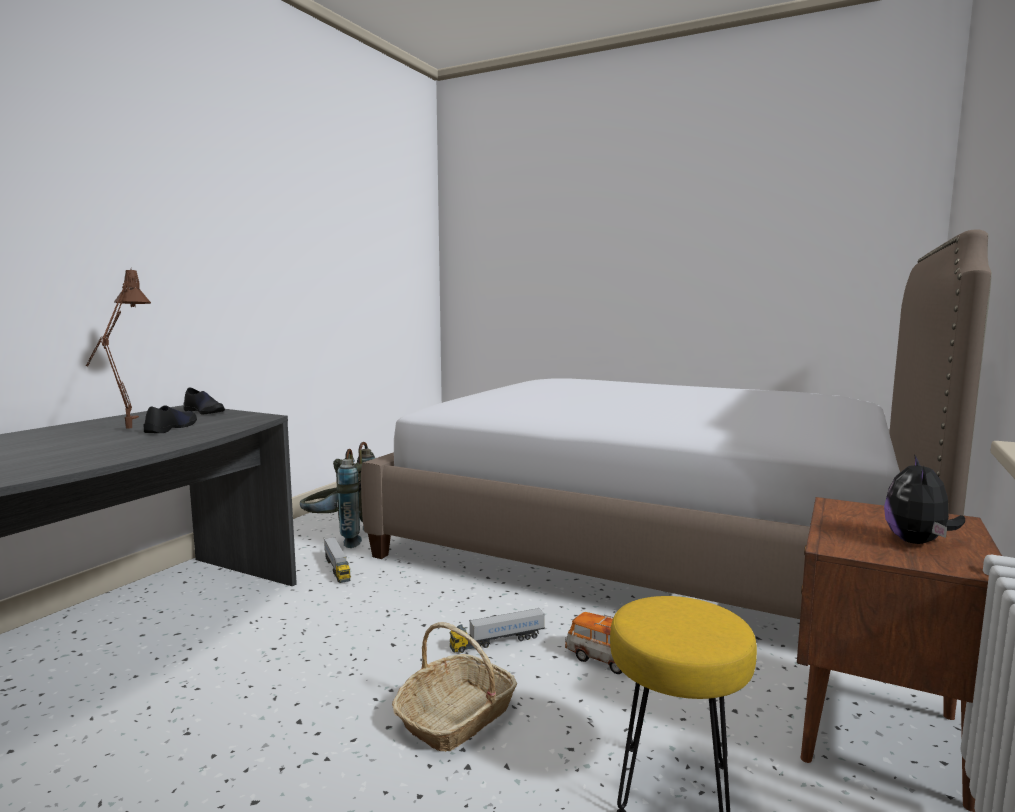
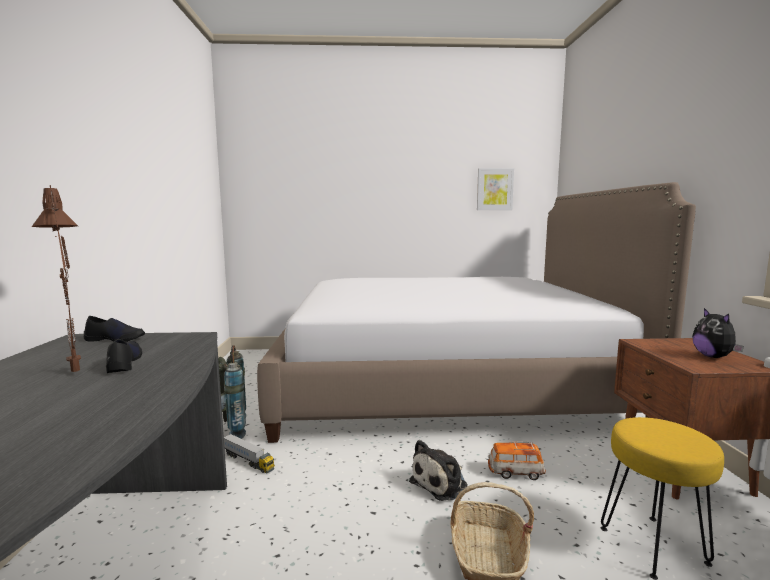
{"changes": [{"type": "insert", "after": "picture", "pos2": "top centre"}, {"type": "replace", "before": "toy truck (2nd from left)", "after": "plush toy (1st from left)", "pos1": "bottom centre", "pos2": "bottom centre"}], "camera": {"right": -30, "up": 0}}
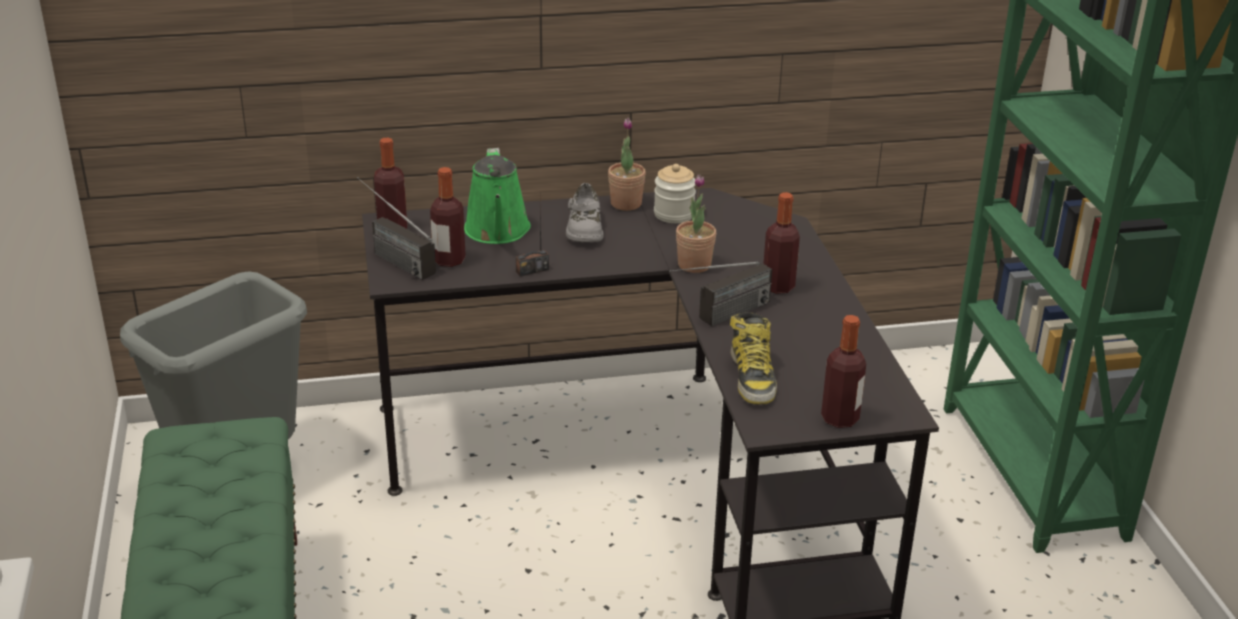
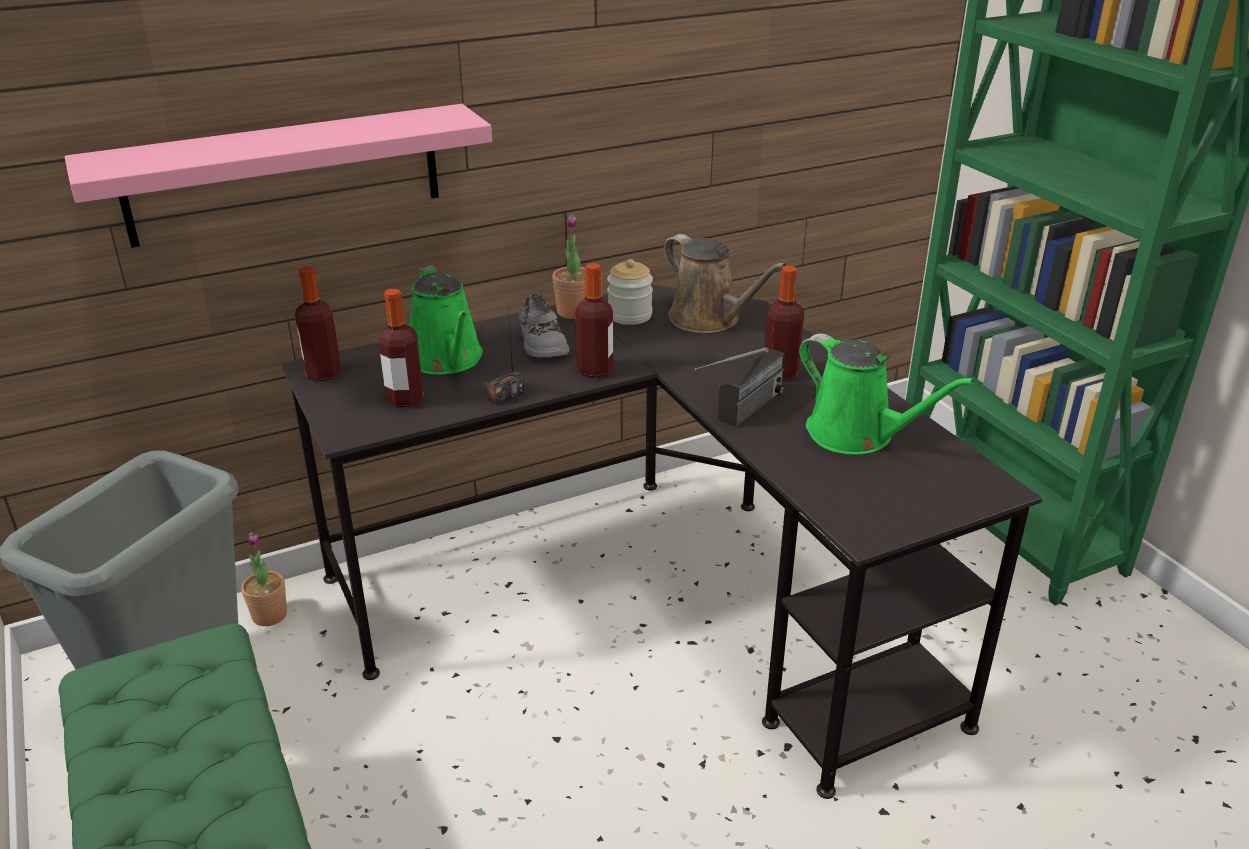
{"changes": [{"type": "delete", "before": "radio (1st from left)", "pos1": "middle left"}, {"type": "delete", "before": "boot", "pos1": "centre"}, {"type": "insert", "after": "pink shelf", "pos2": "top left"}, {"type": "insert", "after": "brown watering can", "pos2": "centre"}, {"type": "insert", "after": "green watering can (2nd from left)", "pos2": "middle right"}, {"type": "move", "before": "potted plant (2nd from left in the first image)", "after": "potted plant (1st from left)", "pos1": "centre", "pos2": "bottom left"}, {"type": "move", "before": "bottle (4th from left in the first image)", "after": "bottle (3rd from left)", "pos1": "middle right", "pos2": "centre"}], "camera": {"right": -15, "up": 0}}
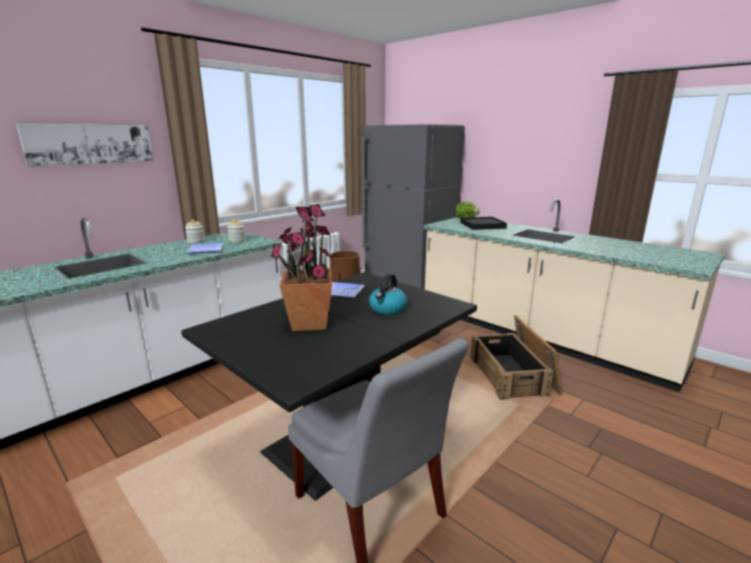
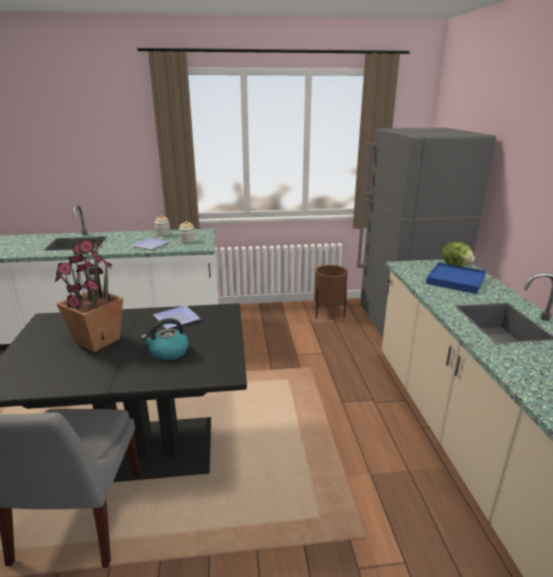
{"changes": [{"type": "delete", "before": "picture", "pos1": "top left"}, {"type": "delete", "before": "crate", "pos1": "middle right"}, {"type": "recolor", "before": "black tray", "after": "blue tray", "pos1": "centre", "pos2": "middle right"}], "camera": {"right": 40, "up": 5}}
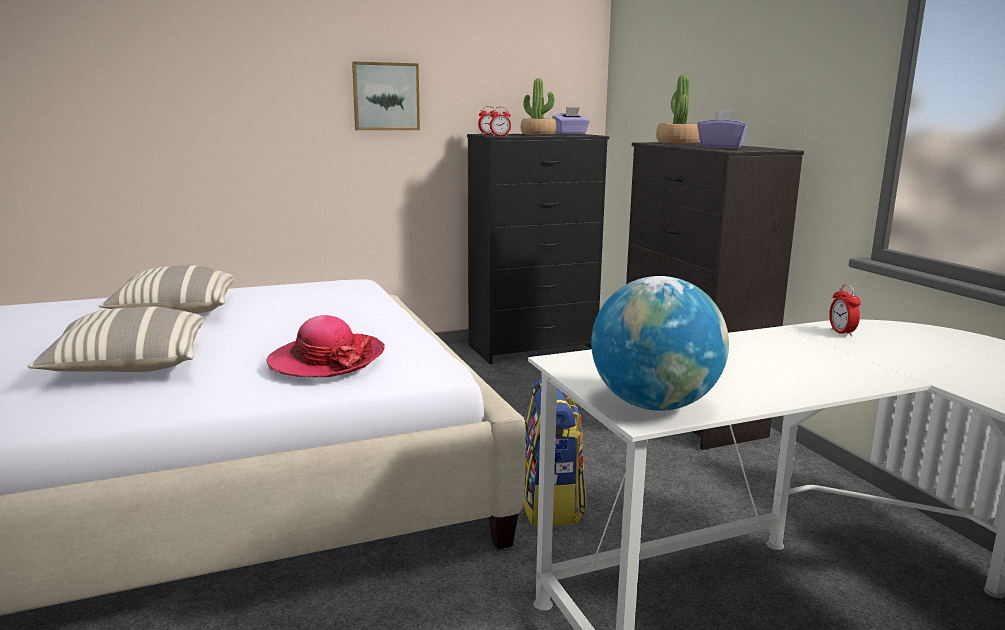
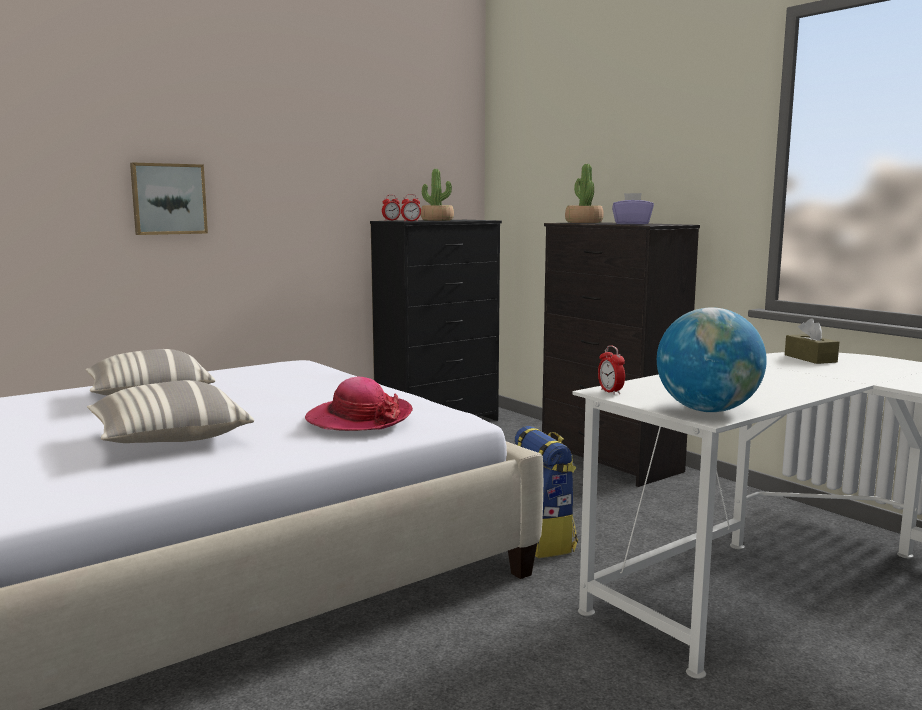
{"changes": [{"type": "delete", "before": "purple tissue box (1st from left)", "pos1": "top centre"}, {"type": "insert", "after": "brown tissue box", "pos2": "middle right"}, {"type": "move", "before": "picture", "pos1": "top centre", "pos2": "top left"}, {"type": "move", "before": "alarm clock (3rd from left)", "pos1": "middle right", "pos2": "centre"}], "camera": {"right": -15, "up": -5}}
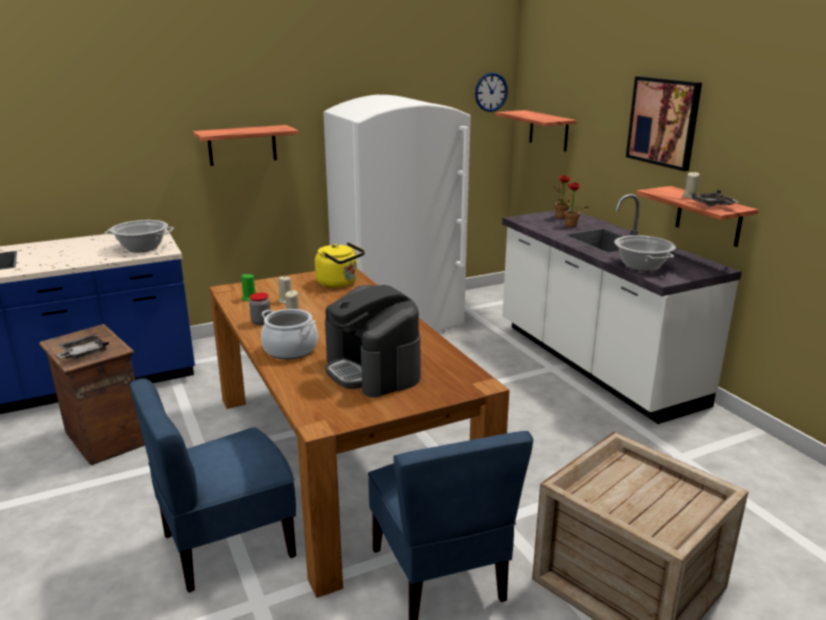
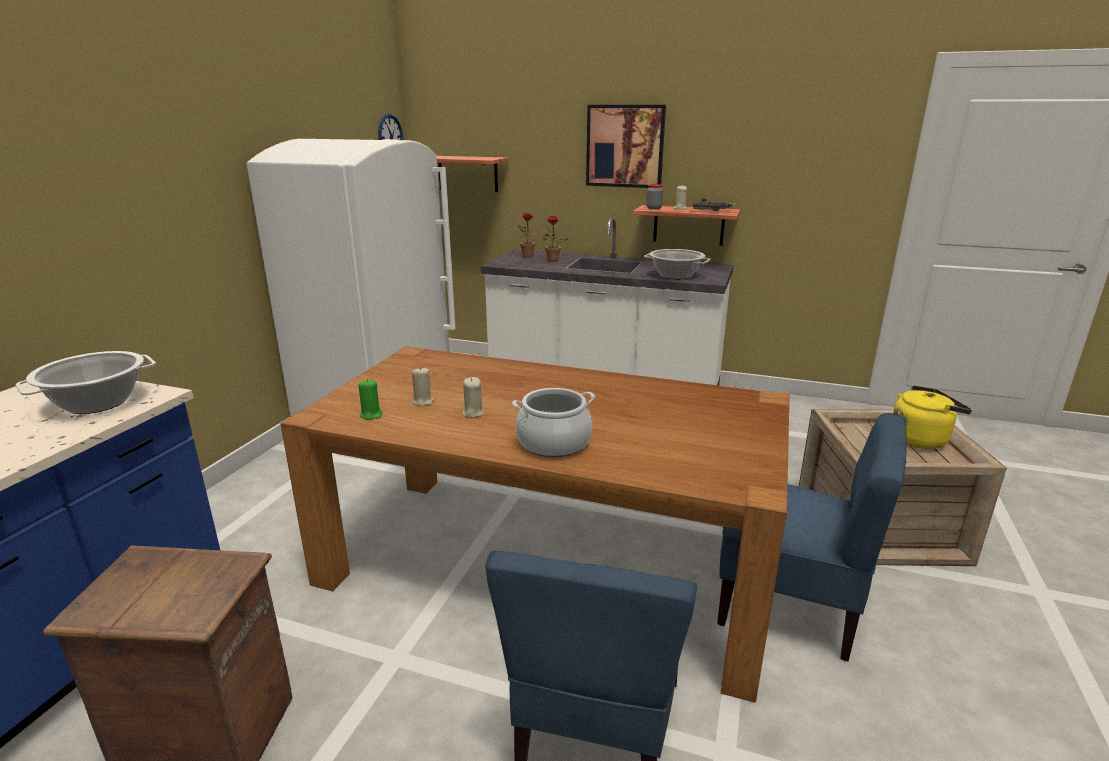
{"changes": [{"type": "delete", "before": "grey tray (1st from left)", "pos1": "middle left"}, {"type": "delete", "before": "shelf (1st from left)", "pos1": "top left"}, {"type": "delete", "before": "coffee machine", "pos1": "centre"}, {"type": "move", "before": "jar", "pos1": "middle left", "pos2": "top centre"}, {"type": "move", "before": "yellow kettle", "pos1": "centre", "pos2": "middle right"}], "camera": {"right": -45, "up": 0}}
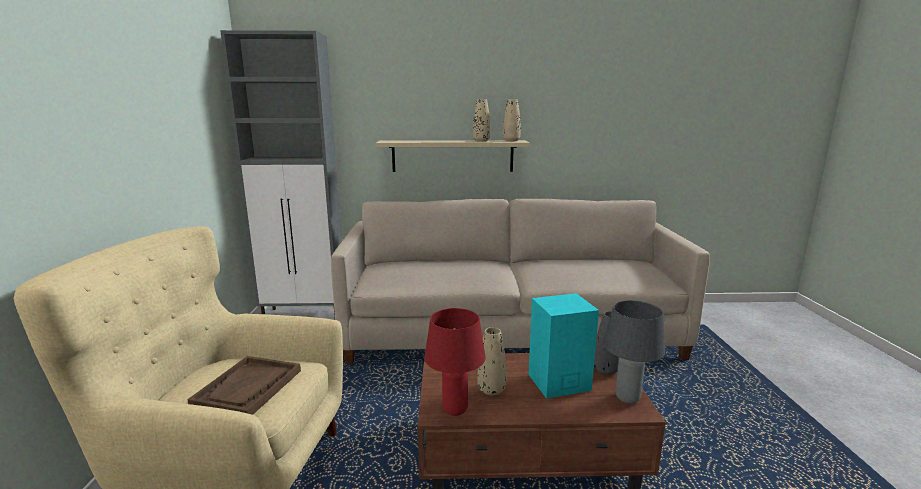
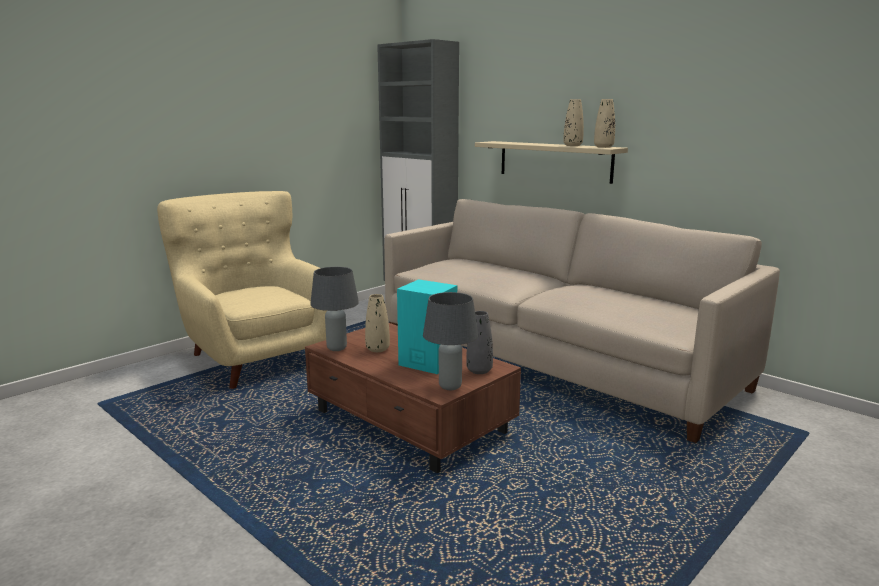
{"changes": [{"type": "delete", "before": "brown tray", "pos1": "bottom left"}, {"type": "recolor", "before": "red table lamp", "after": "grey table lamp (1st from left)", "pos1": "bottom centre", "pos2": "centre"}], "camera": {"right": 45, "up": 0}}
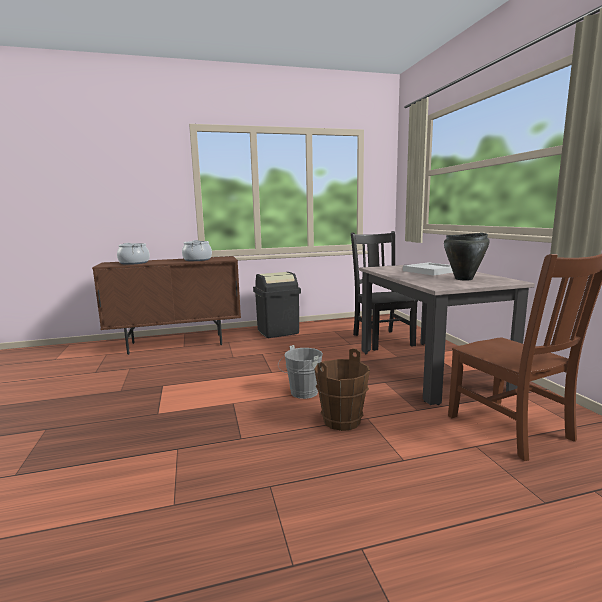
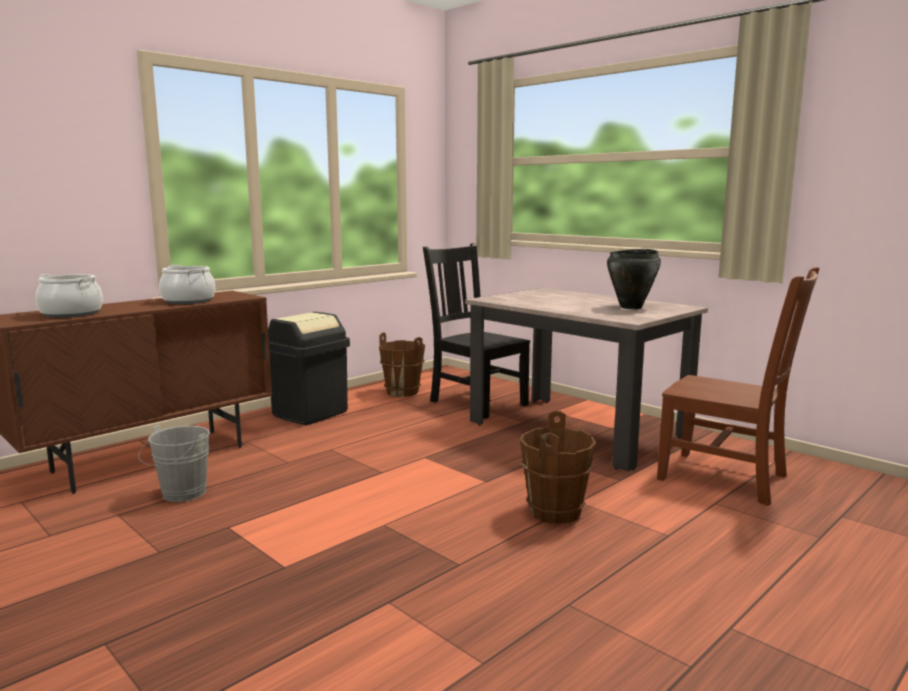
{"changes": [{"type": "delete", "before": "white tray", "pos1": "middle right"}, {"type": "insert", "after": "brown bucket (1st from left)", "pos2": "centre"}, {"type": "move", "before": "grey bucket", "pos1": "centre", "pos2": "bottom left"}], "camera": {"right": -30, "up": 0}}
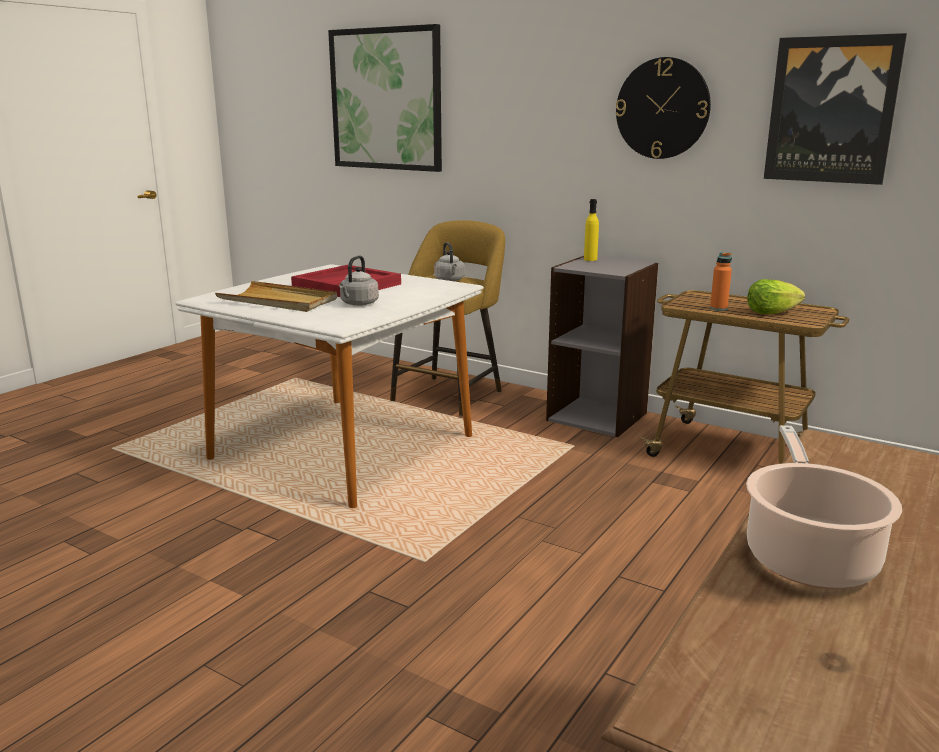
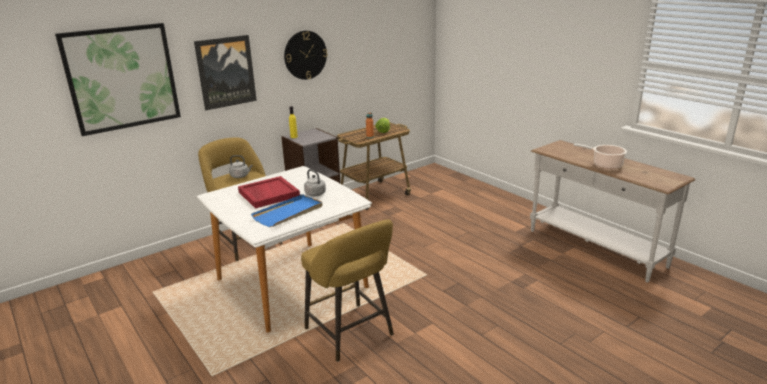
{"changes": [{"type": "insert", "after": "yellow stool (2nd from left)", "pos2": "bottom centre"}, {"type": "move", "before": "picture (2nd from left)", "pos1": "top right", "pos2": "top left"}, {"type": "recolor", "before": "beige tray", "after": "blue tray", "pos1": "middle left", "pos2": "centre"}], "camera": {"right": -70, "up": 5}}
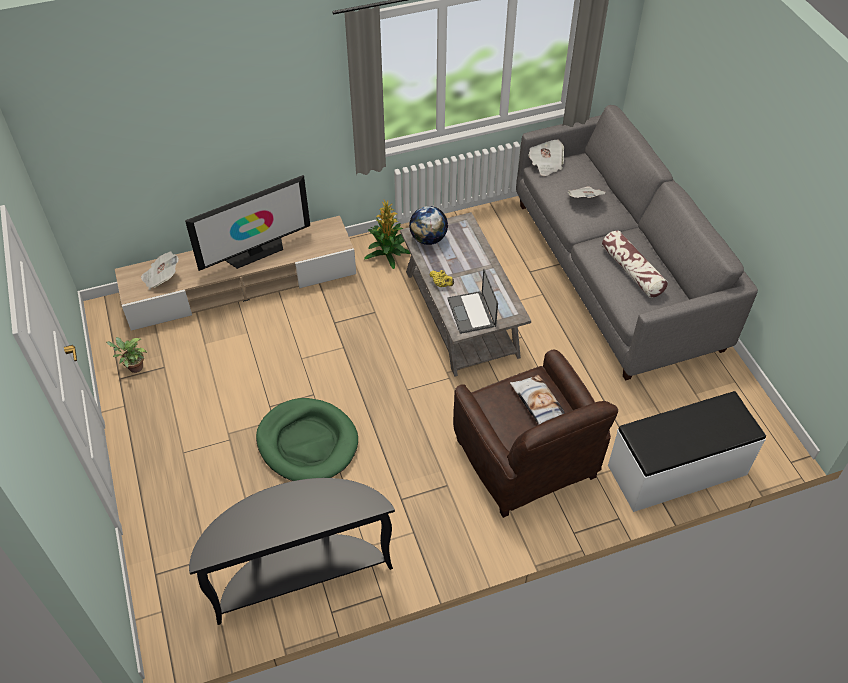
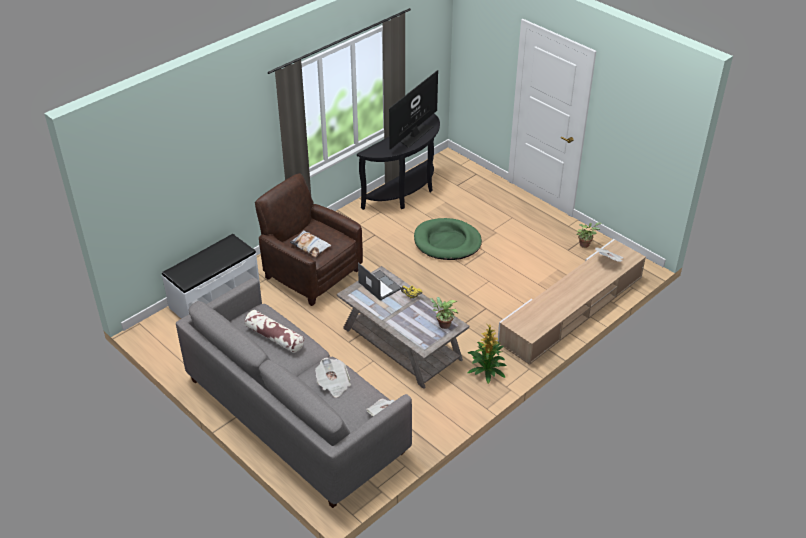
{"changes": [{"type": "move", "before": "television", "pos1": "top left", "pos2": "top centre"}, {"type": "replace", "before": "globe", "after": "potted plant (1st from left)", "pos1": "top centre", "pos2": "centre"}], "camera": {"right": 155, "up": -10}}
